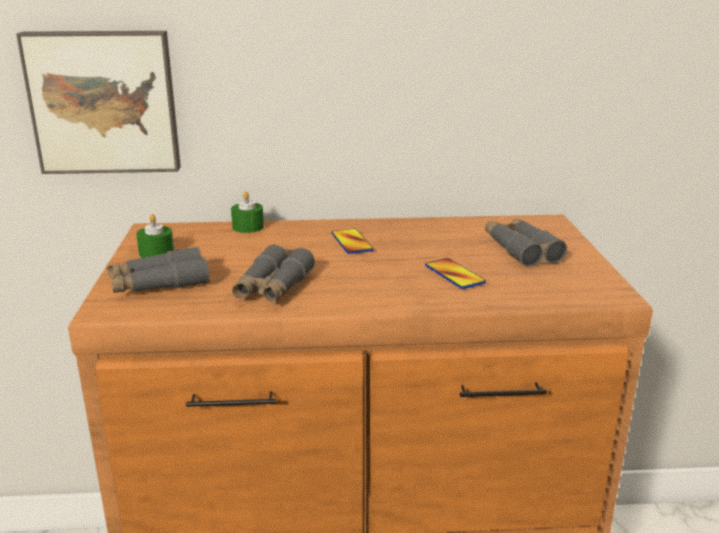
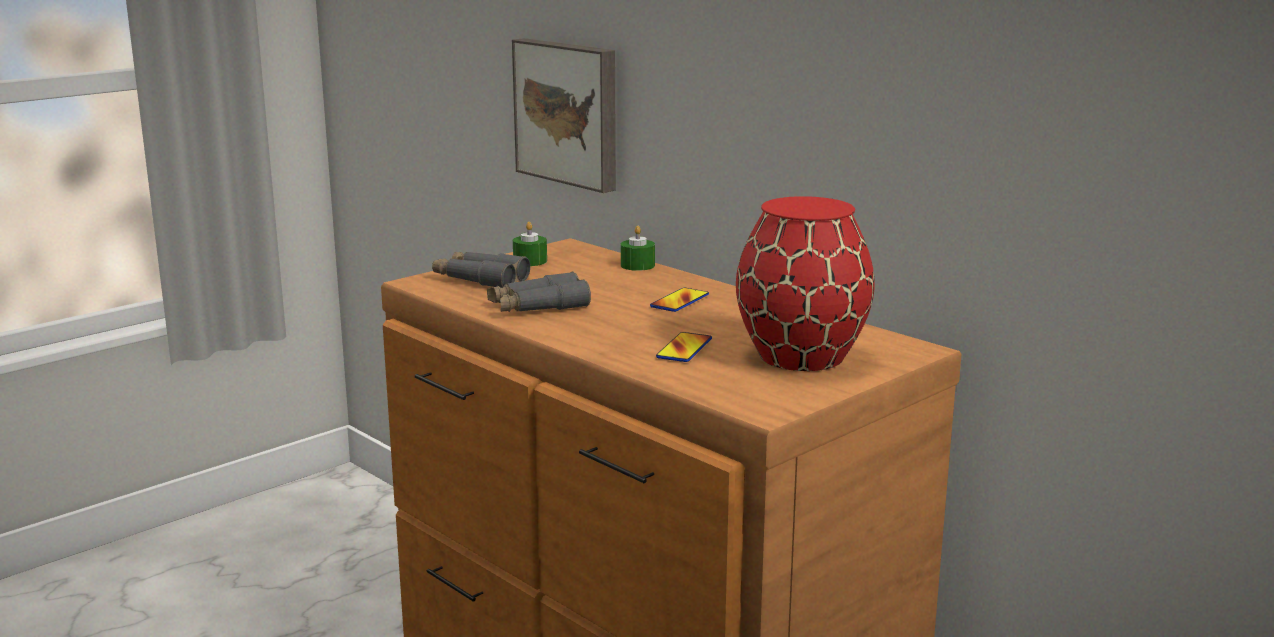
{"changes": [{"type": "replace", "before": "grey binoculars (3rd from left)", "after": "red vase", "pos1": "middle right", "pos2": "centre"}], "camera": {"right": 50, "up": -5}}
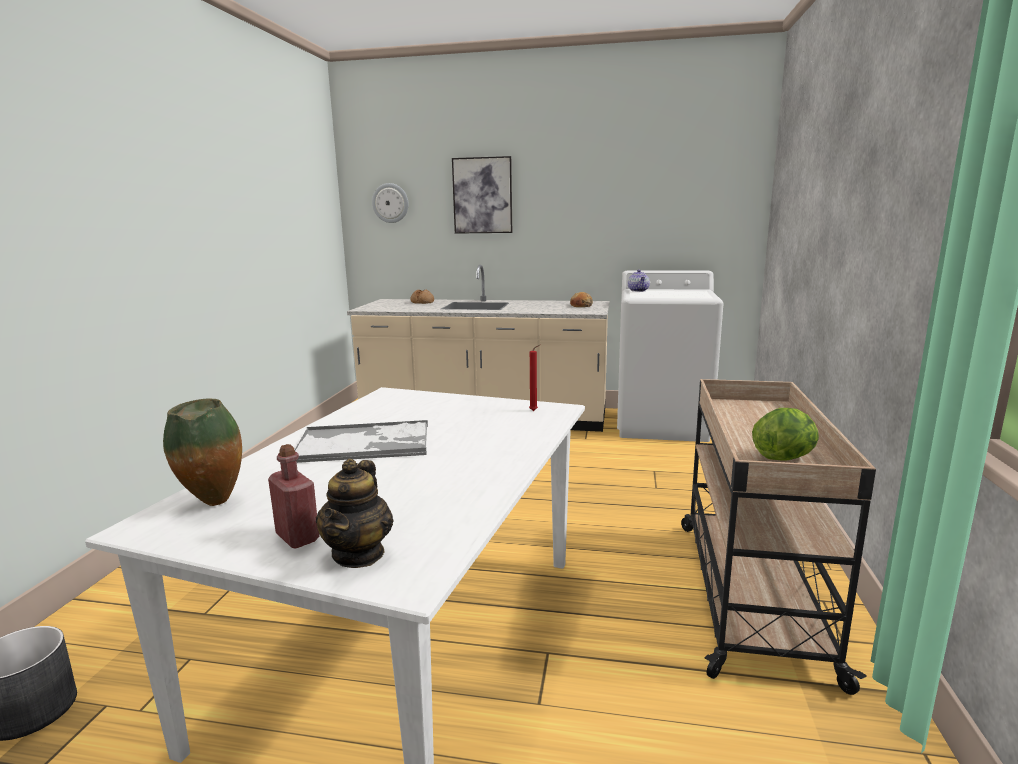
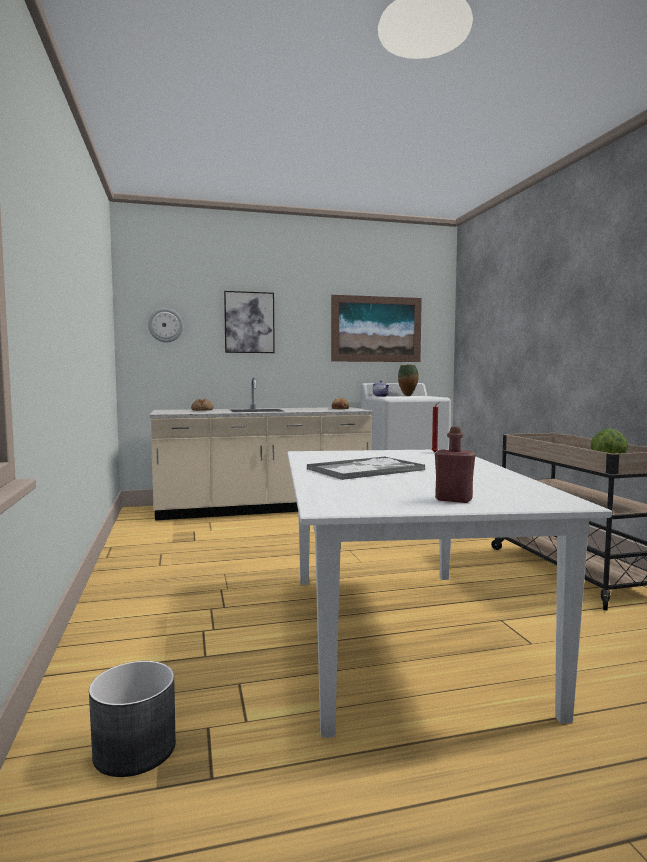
{"changes": [{"type": "delete", "before": "teapot (1st from left)", "pos1": "bottom centre"}, {"type": "insert", "after": "picture (2nd from left)", "pos2": "centre"}, {"type": "move", "before": "vase", "pos1": "middle left", "pos2": "centre"}], "camera": {"right": -25, "up": -10}}
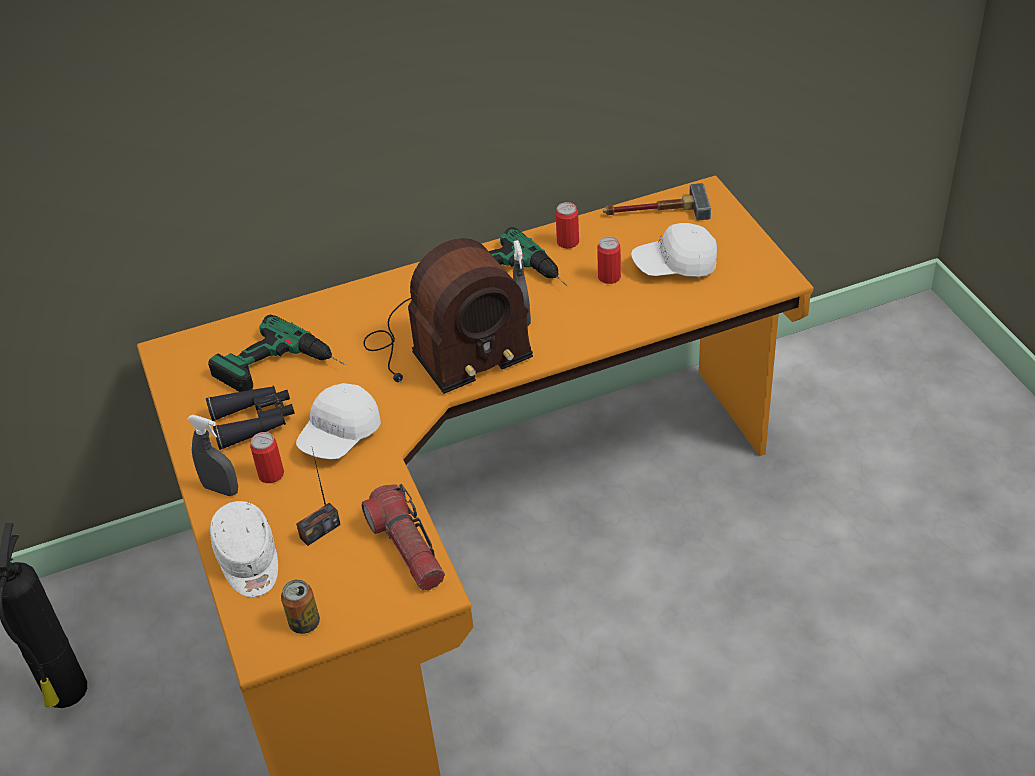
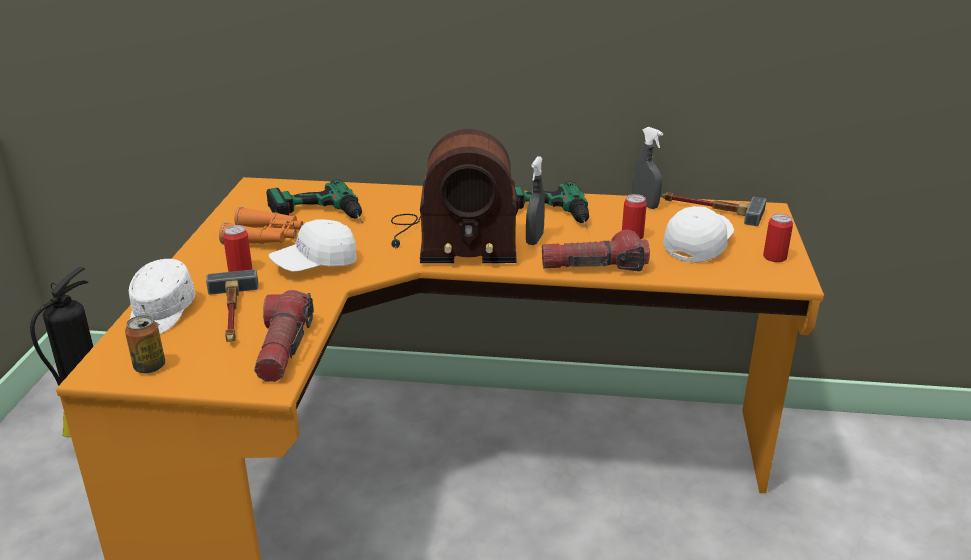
{"changes": [{"type": "insert", "after": "flashlight (2nd from left)", "pos2": "centre"}, {"type": "move", "before": "grey spray bottle (1st from left in the first image)", "after": "grey spray bottle (2nd from left)", "pos1": "middle left", "pos2": "top centre"}, {"type": "move", "before": "can (3rd from left in the first image)", "after": "can (4th from left)", "pos1": "top centre", "pos2": "middle right"}, {"type": "replace", "before": "radio (1st from left)", "after": "hammer (1st from left)", "pos1": "middle left", "pos2": "middle left"}, {"type": "recolor", "before": "black binoculars", "after": "orange binoculars", "pos1": "middle left", "pos2": "middle left"}, {"type": "rotate", "before": "white cap (3rd from left)", "pos1": "top centre", "pos2": "middle right", "turn": 105}], "camera": {"right": 25, "up": -15}}
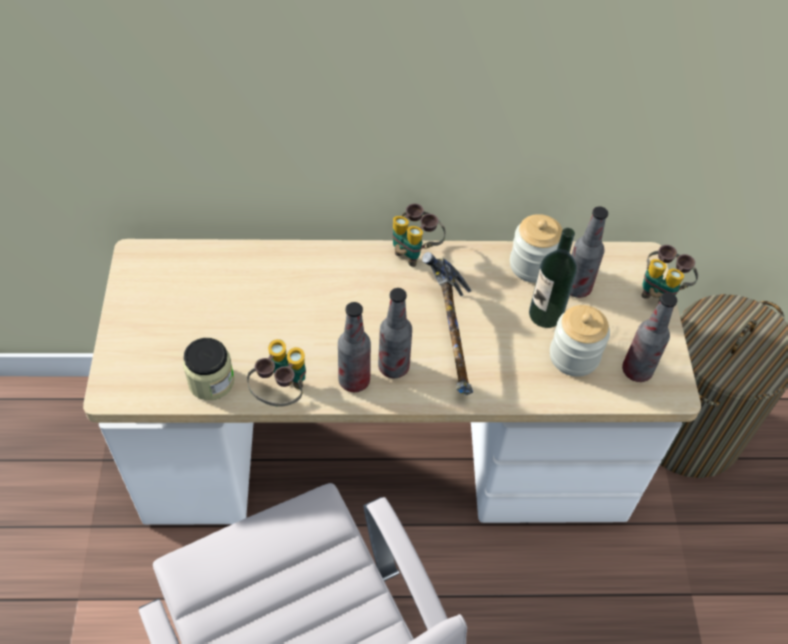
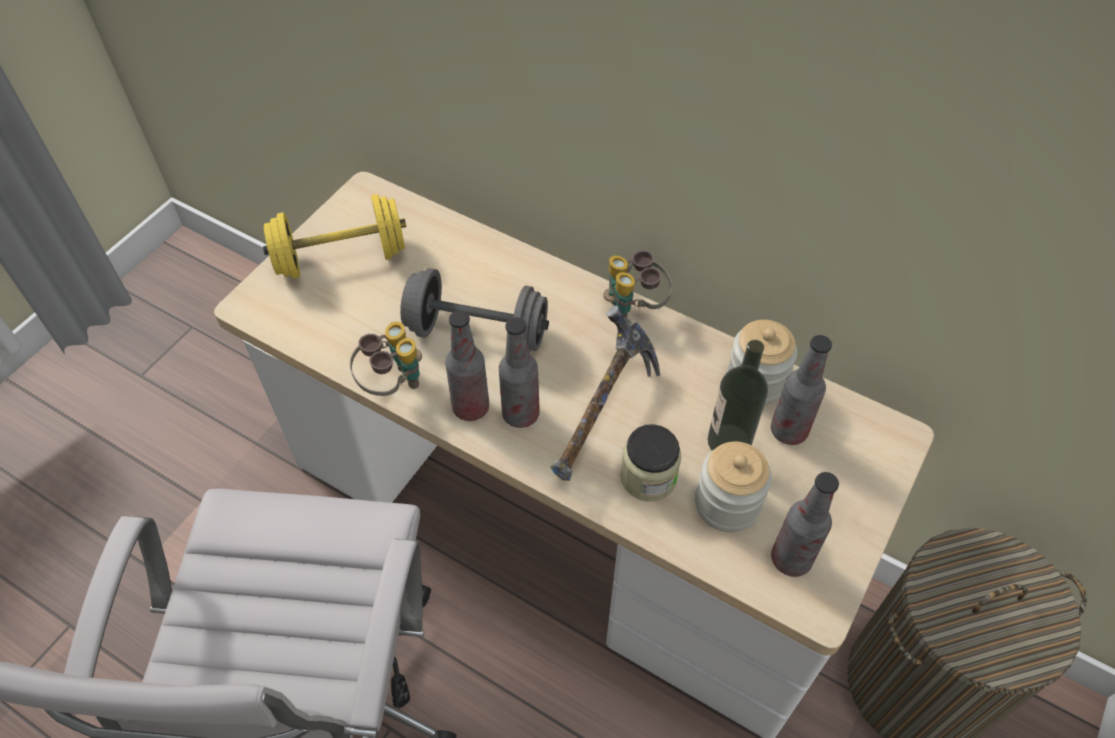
{"changes": [{"type": "delete", "before": "binoculars (3rd from left)", "pos1": "middle right"}, {"type": "insert", "after": "yellow dumbbell", "pos2": "top left"}, {"type": "insert", "after": "grey dumbbell", "pos2": "centre"}, {"type": "move", "before": "jar (1st from left)", "pos1": "middle left", "pos2": "centre"}], "camera": {"right": 35, "up": 0}}
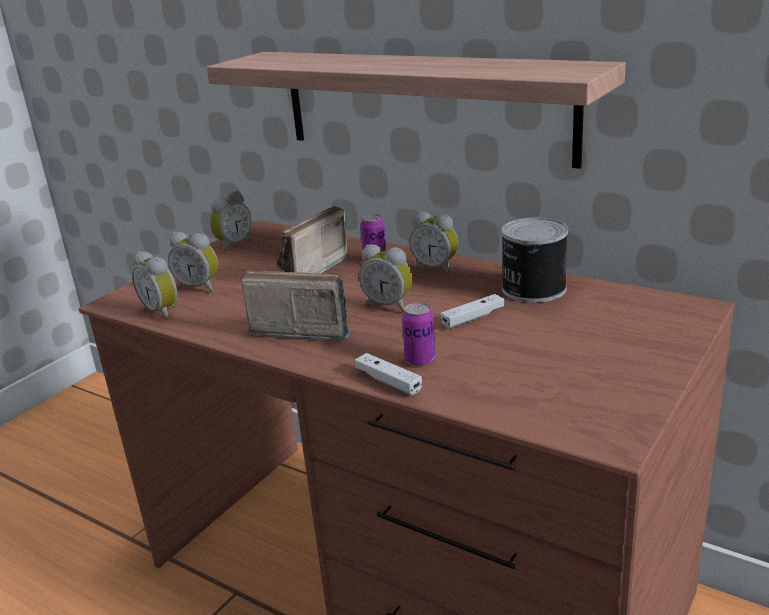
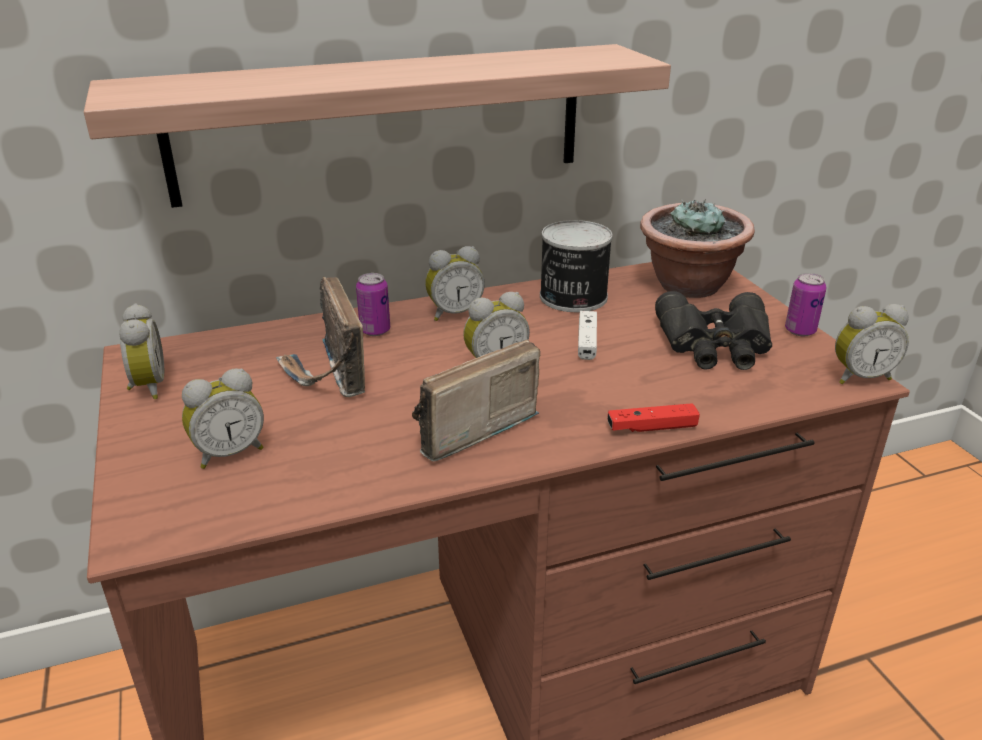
{"changes": [{"type": "insert", "after": "potted plant", "pos2": "middle right"}, {"type": "insert", "after": "black binoculars", "pos2": "middle right"}, {"type": "move", "before": "alarm clock (1st from left in the first image)", "after": "alarm clock (5th from left)", "pos1": "middle left", "pos2": "middle right"}, {"type": "move", "before": "can (2nd from left in the first image)", "after": "can (3rd from left)", "pos1": "centre", "pos2": "middle right"}, {"type": "recolor", "before": "white game controller (1st from left)", "after": "red game controller", "pos1": "centre", "pos2": "centre"}], "camera": {"right": -55, "up": 5}}
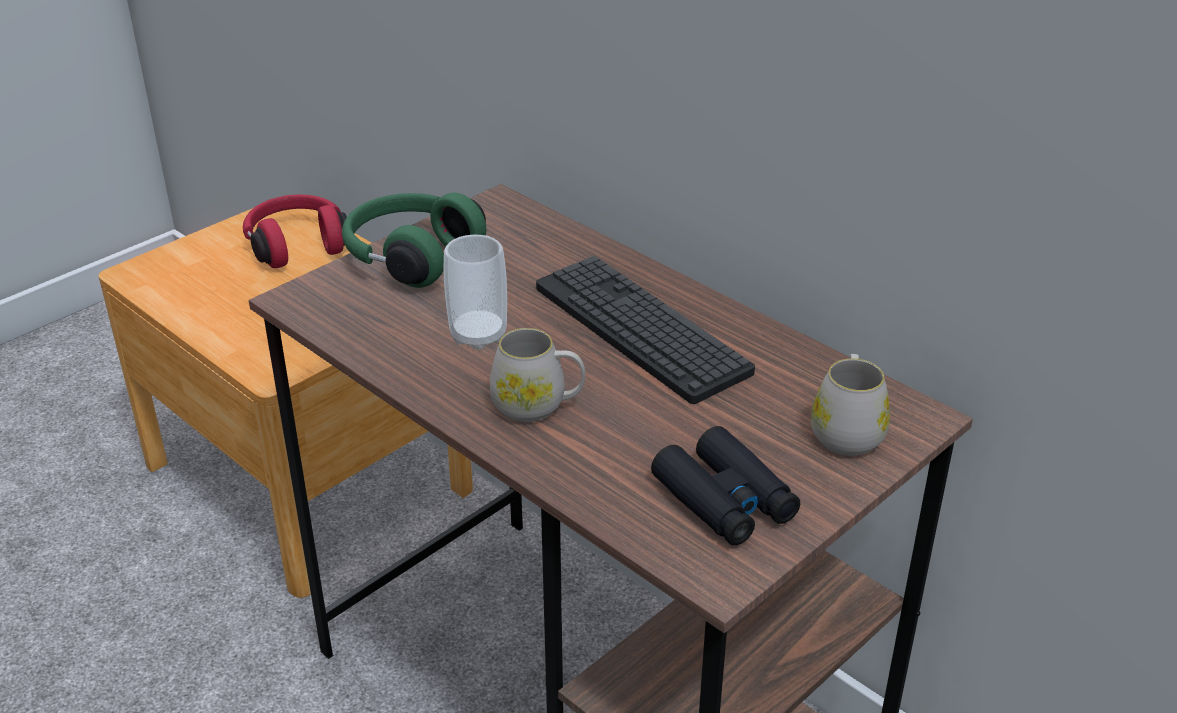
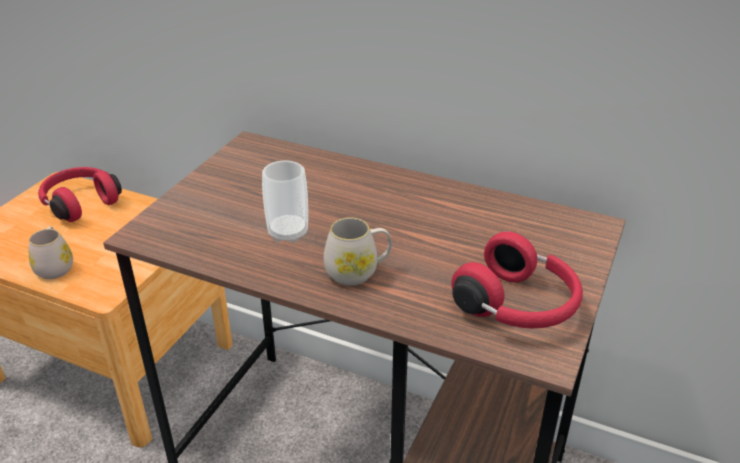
{"changes": [{"type": "delete", "before": "green headphones", "pos1": "centre"}, {"type": "delete", "before": "keyboard", "pos1": "centre"}, {"type": "move", "before": "white mug (2nd from left in the first image)", "after": "white mug (1st from left)", "pos1": "middle right", "pos2": "middle left"}, {"type": "replace", "before": "black binoculars", "after": "red headphones (2nd from left)", "pos1": "bottom centre", "pos2": "middle right"}], "camera": {"right": -20, "up": 0}}
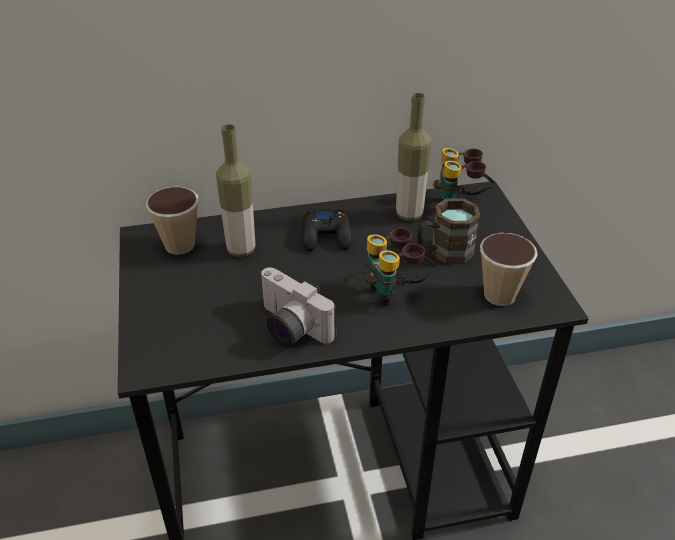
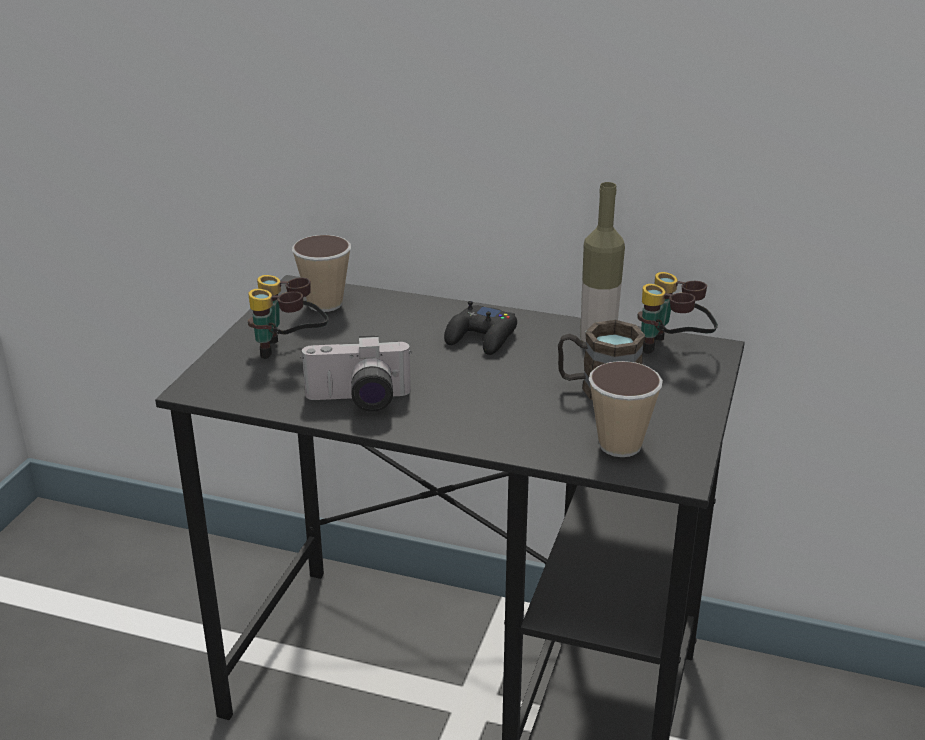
{"changes": [{"type": "delete", "before": "bottle (1st from left)", "pos1": "centre"}, {"type": "move", "before": "binoculars (1st from left)", "pos1": "centre", "pos2": "middle left"}, {"type": "rotate", "before": "photo camera", "pos1": "centre", "pos2": "centre", "turn": -75}], "camera": {"right": 30, "up": -10}}
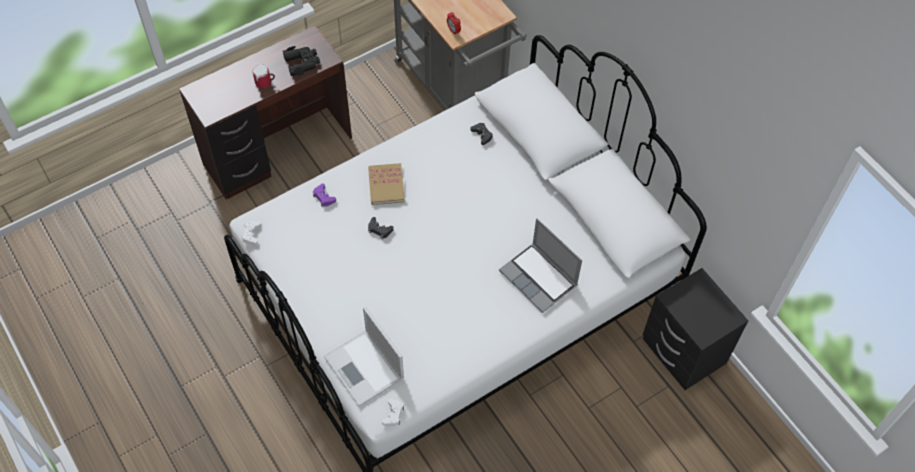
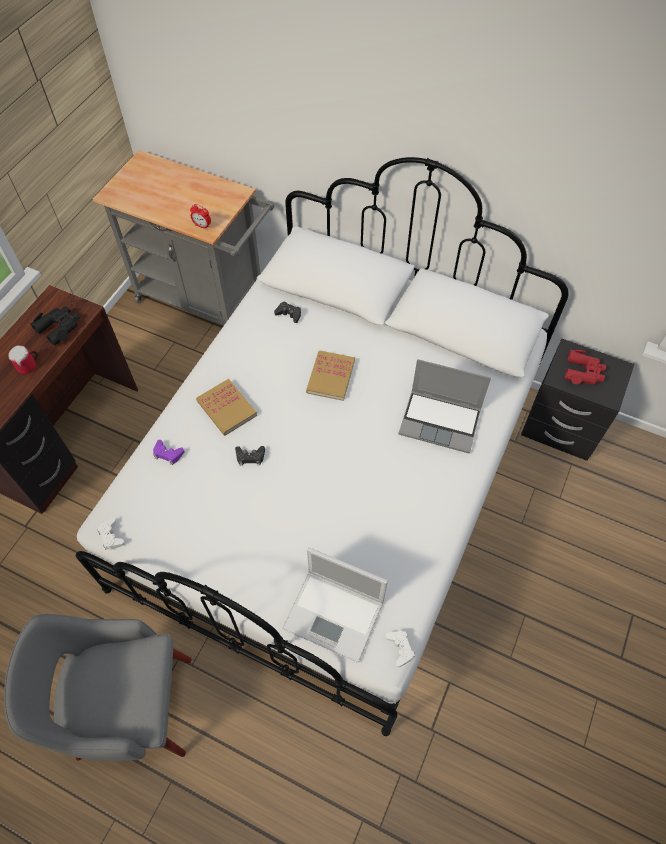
{"changes": [{"type": "insert", "after": "grey armchair", "pos2": "bottom left"}, {"type": "insert", "after": "book (2nd from left)", "pos2": "centre"}, {"type": "insert", "after": "red binoculars", "pos2": "middle right"}], "camera": {"right": -30, "up": 0}}
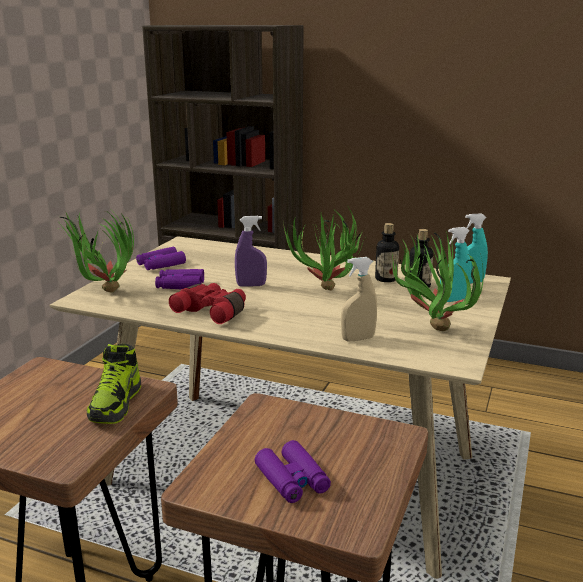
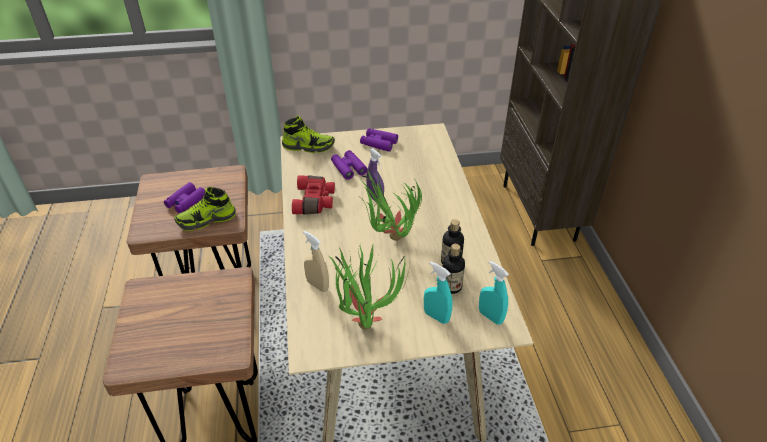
{"changes": [{"type": "move", "before": "purple binoculars (3rd from left in the first image)", "after": "purple binoculars (1st from left)", "pos1": "bottom centre", "pos2": "middle left"}, {"type": "replace", "before": "potted plant (1st from left)", "after": "shoe (2nd from left)", "pos1": "middle left", "pos2": "top centre"}], "camera": {"right": 60, "up": 20}}
